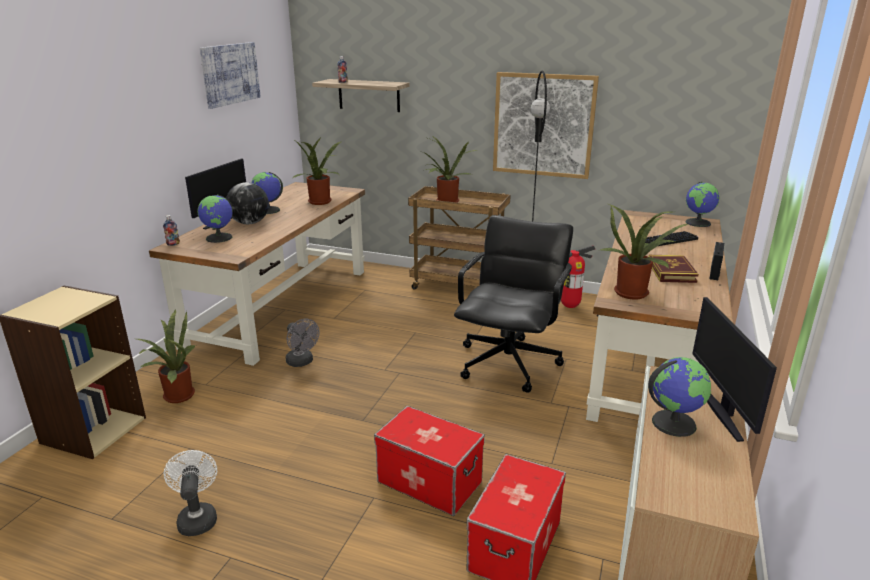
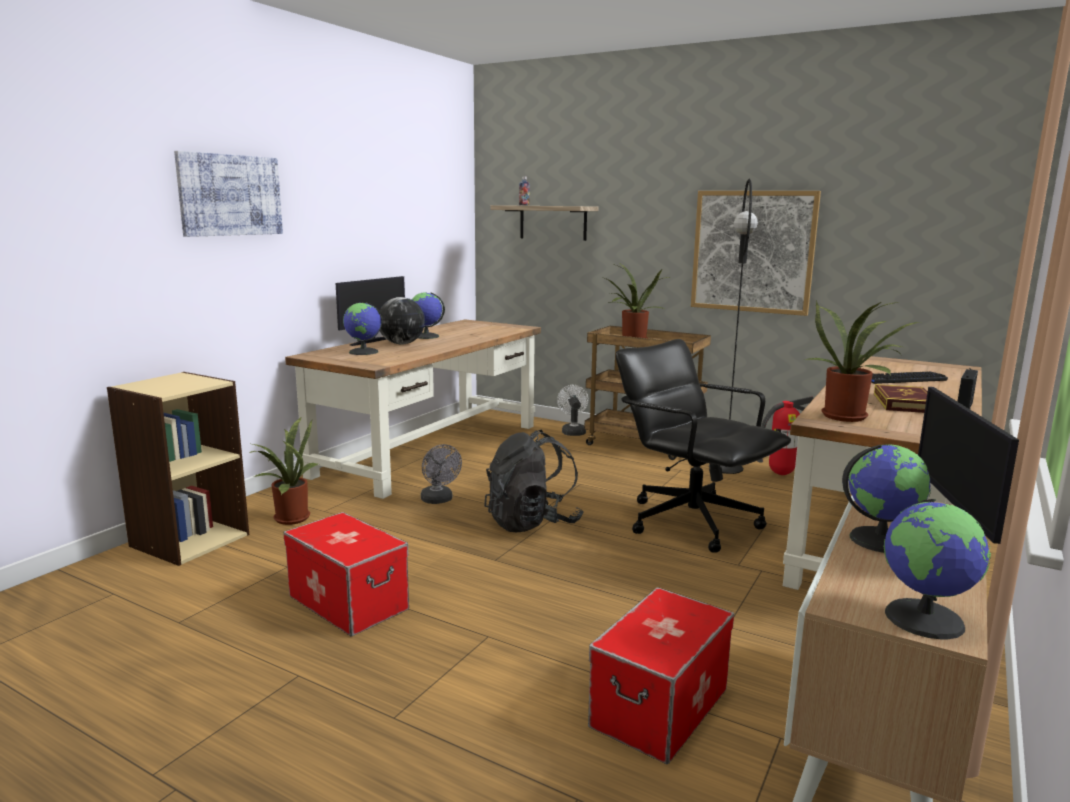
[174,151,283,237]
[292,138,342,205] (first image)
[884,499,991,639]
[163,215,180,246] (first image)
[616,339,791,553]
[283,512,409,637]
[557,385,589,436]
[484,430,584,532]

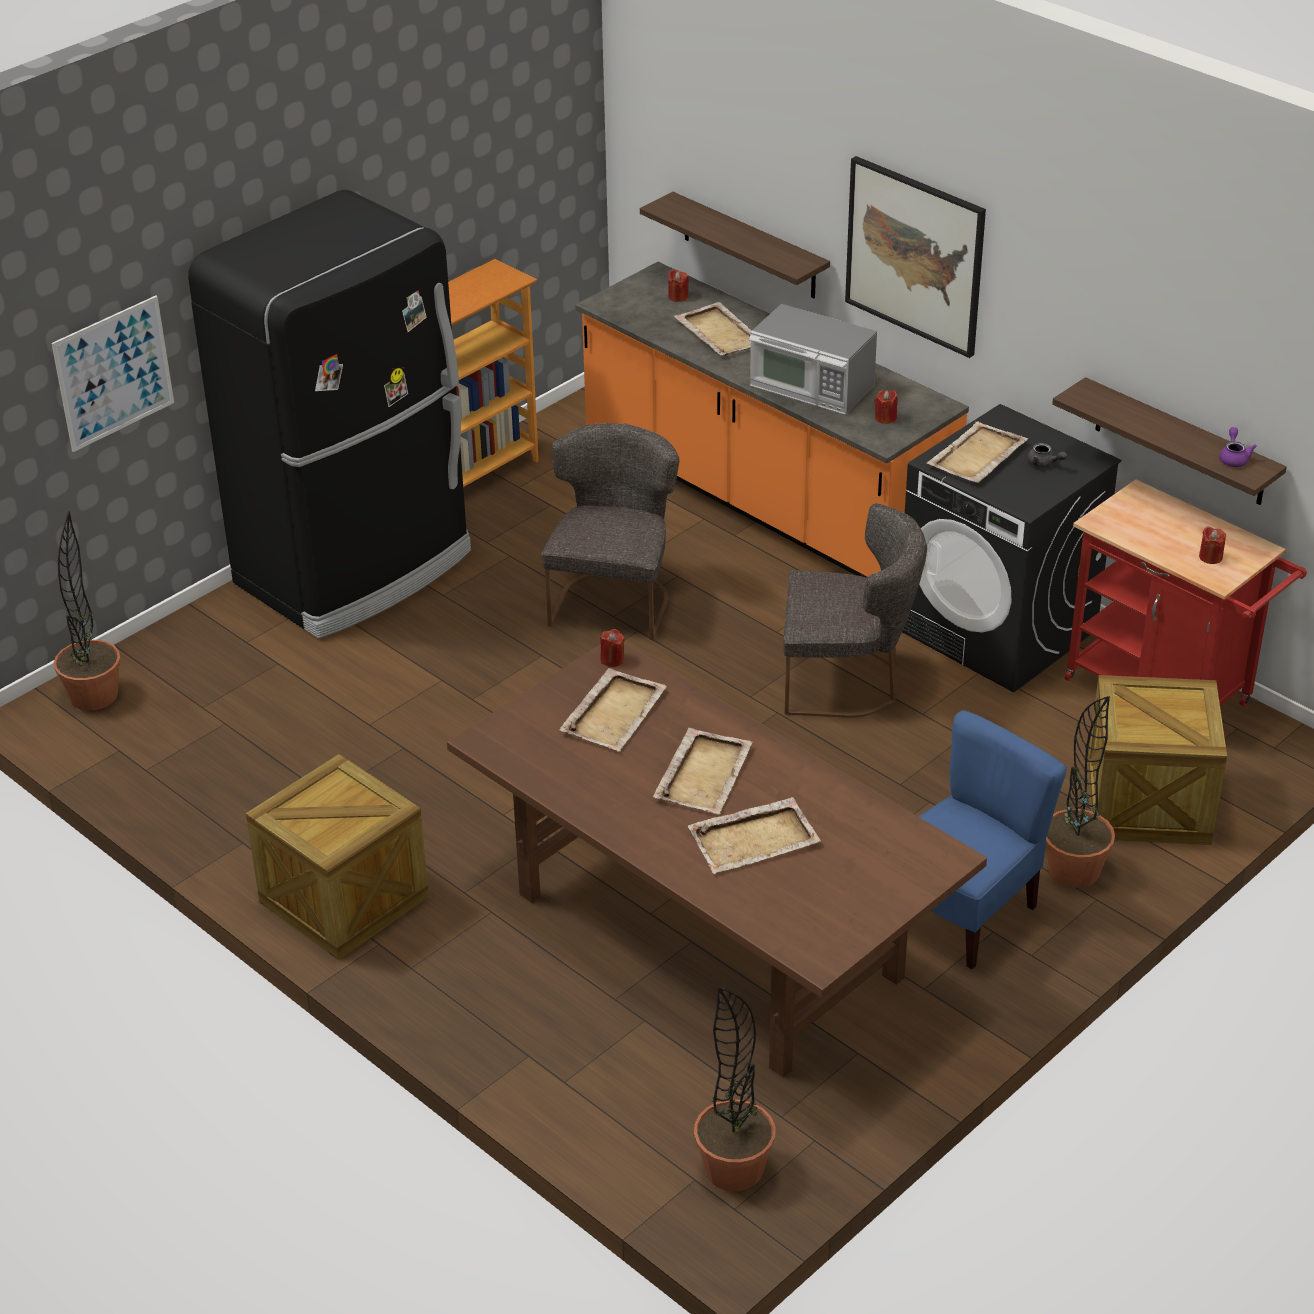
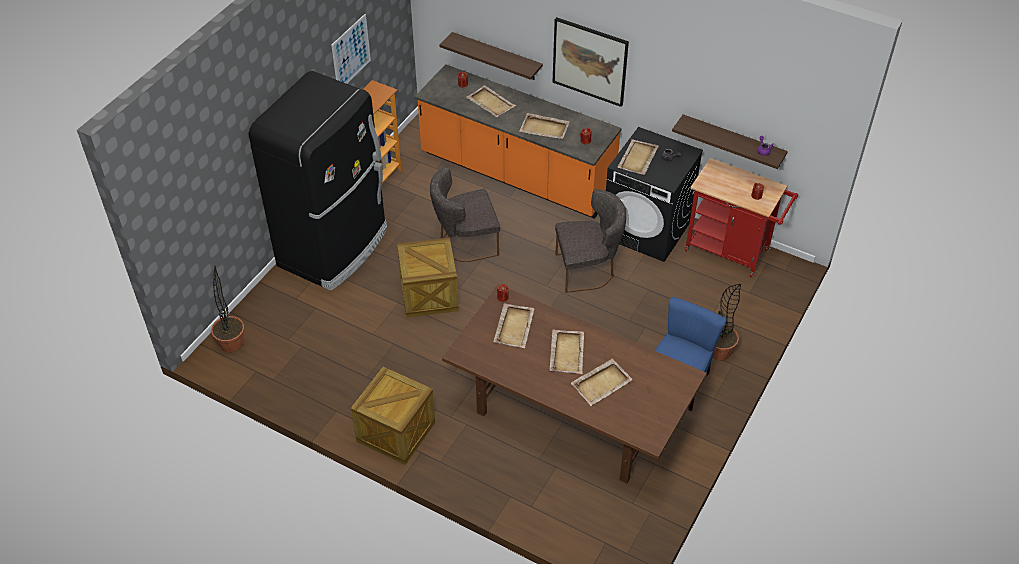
[331,14,371,84]
[519,113,570,139]
[430,166,500,262]
[397,237,458,318]
[694,987,775,1192] (first image)

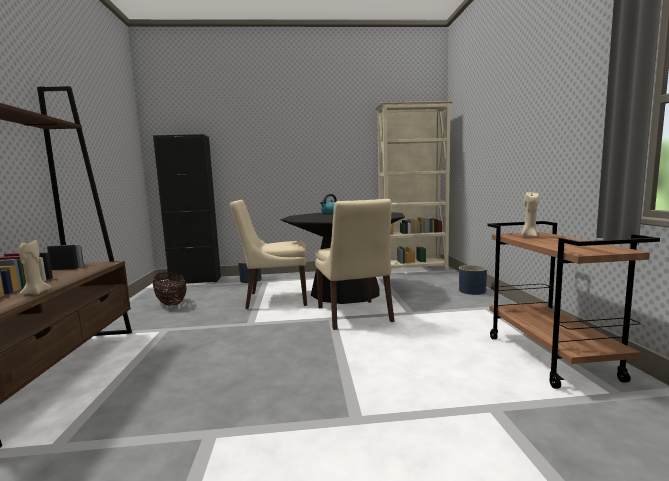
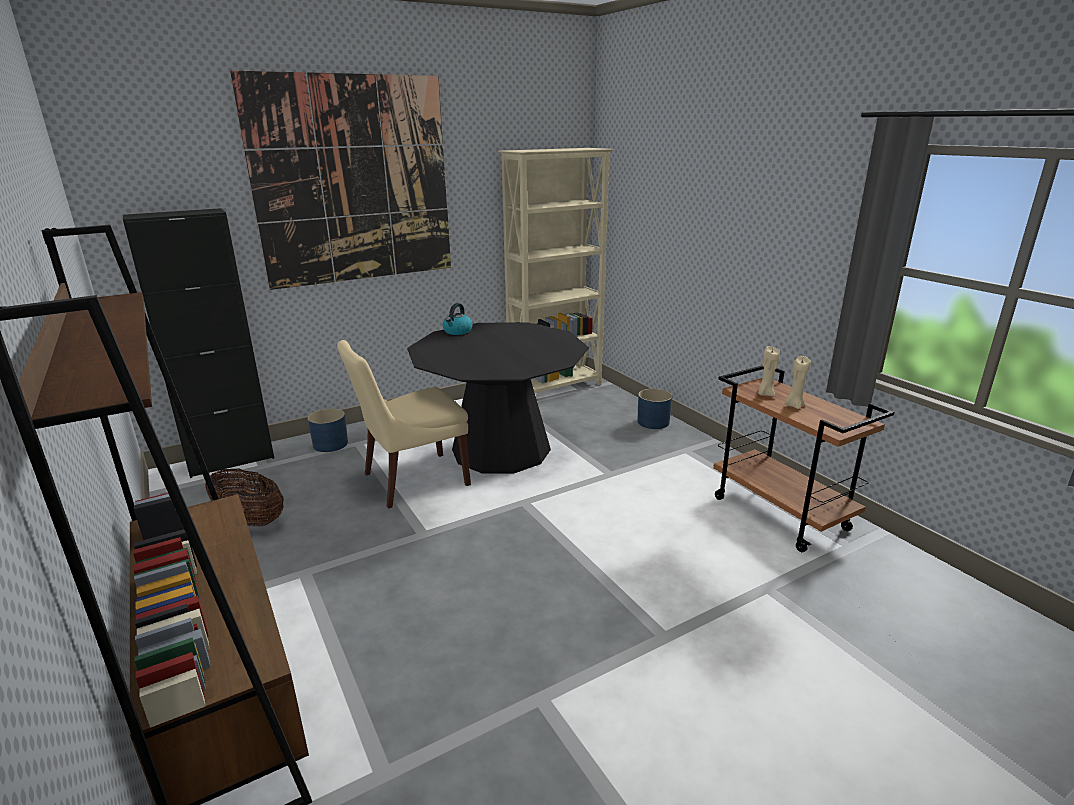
[315,199,395,330] (first image)
[785,356,811,409]
[230,71,451,290]

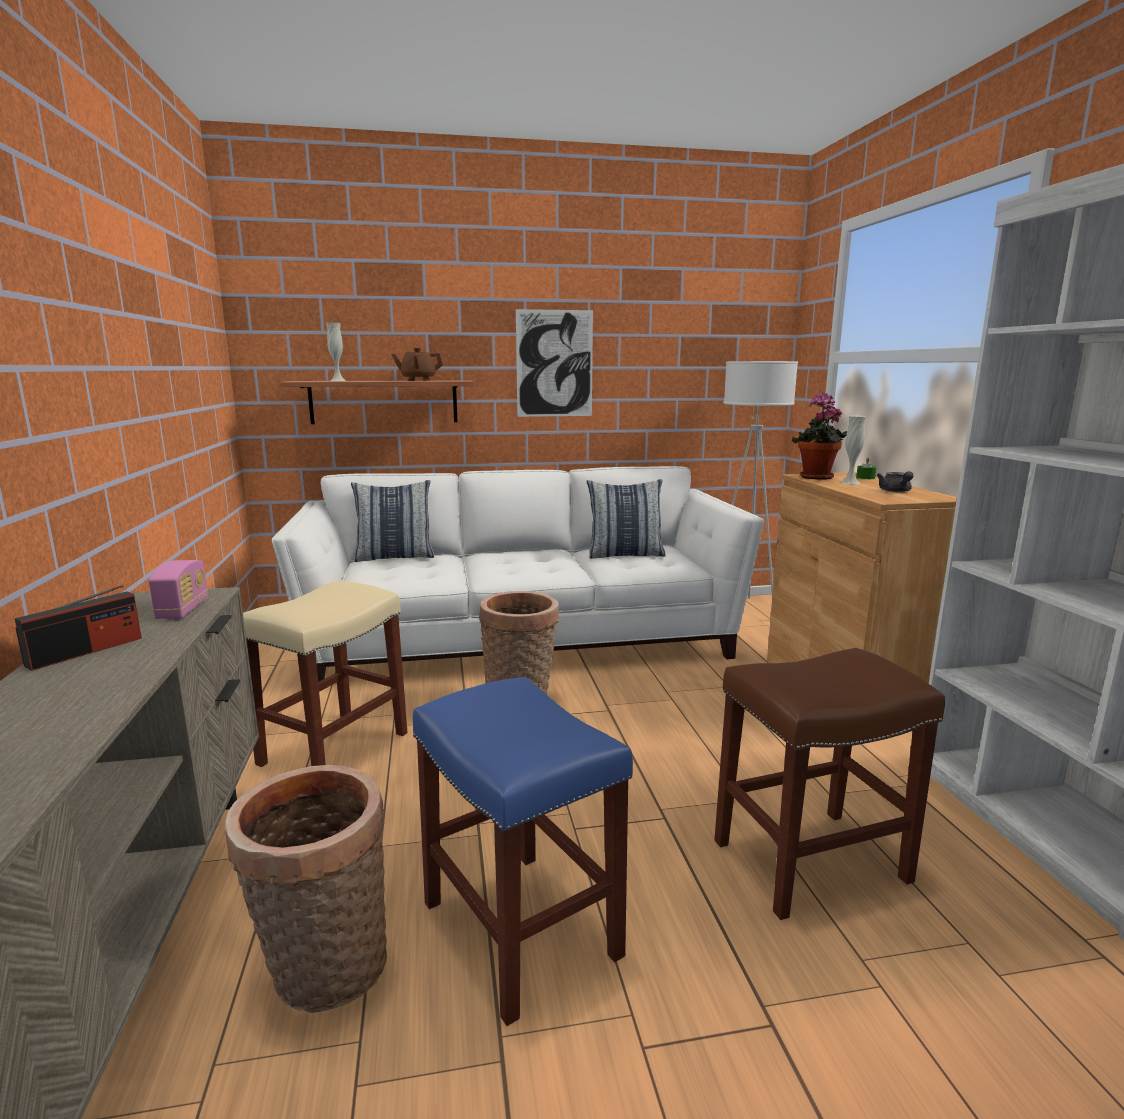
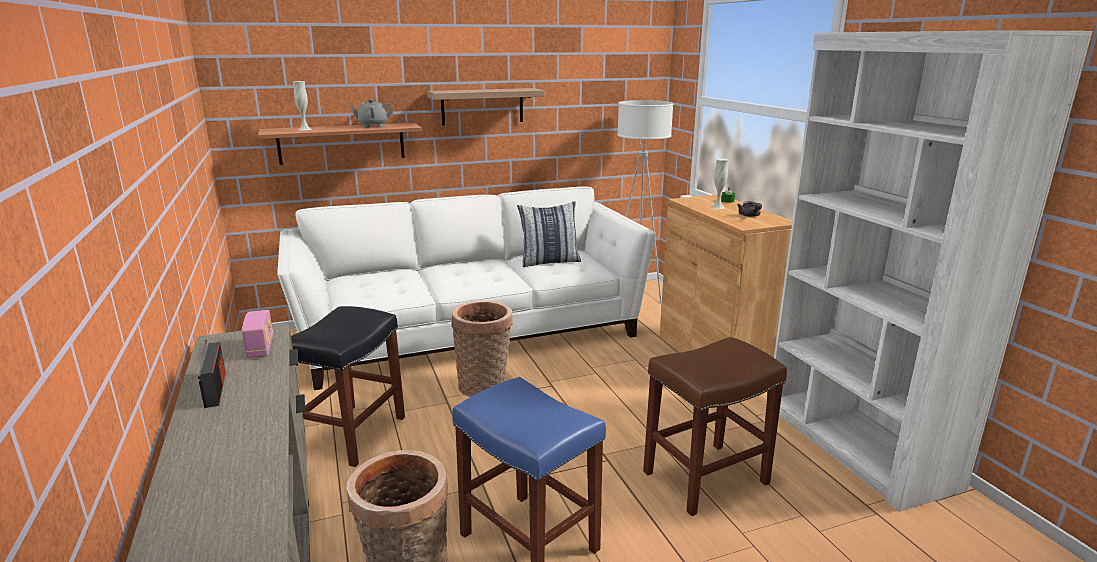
[428,88,544,125]
[349,99,393,128]
[792,393,847,480] (first image)
[351,480,434,562] (first image)
[291,306,405,467]
[198,339,226,408]

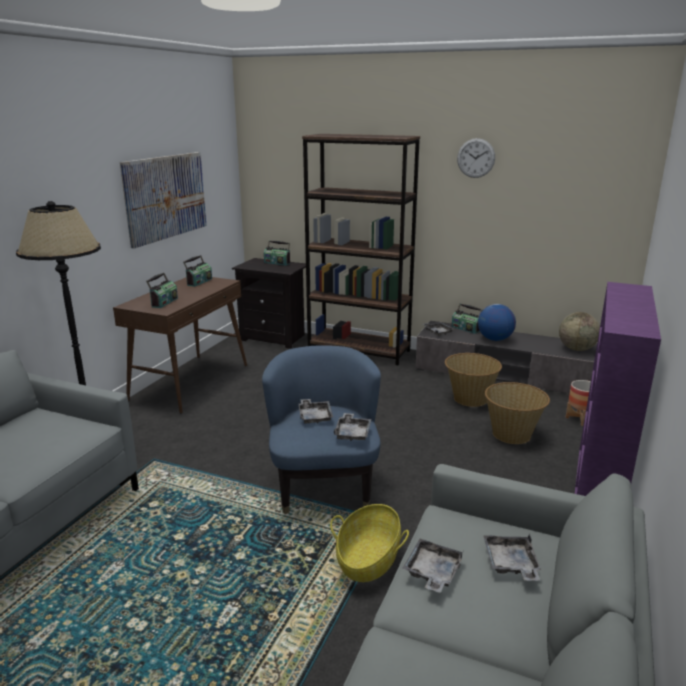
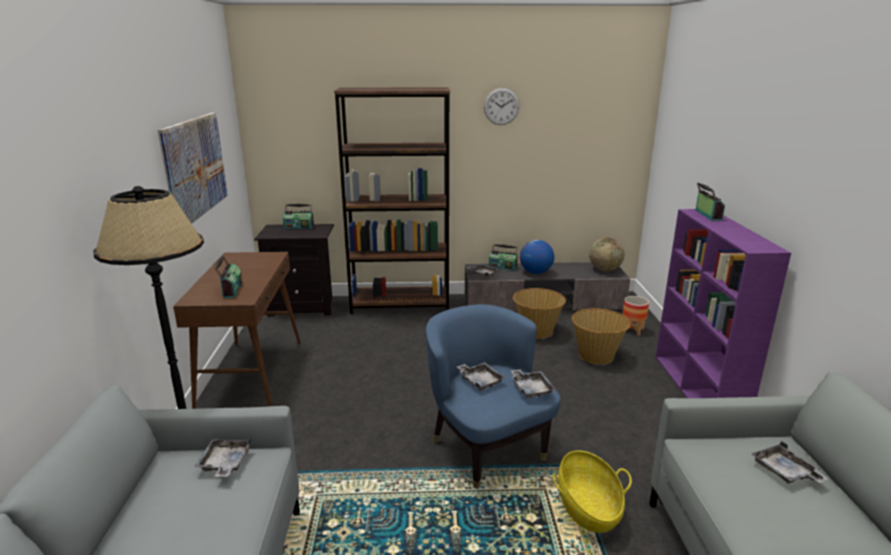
[695,182,725,220]
[194,438,251,477]

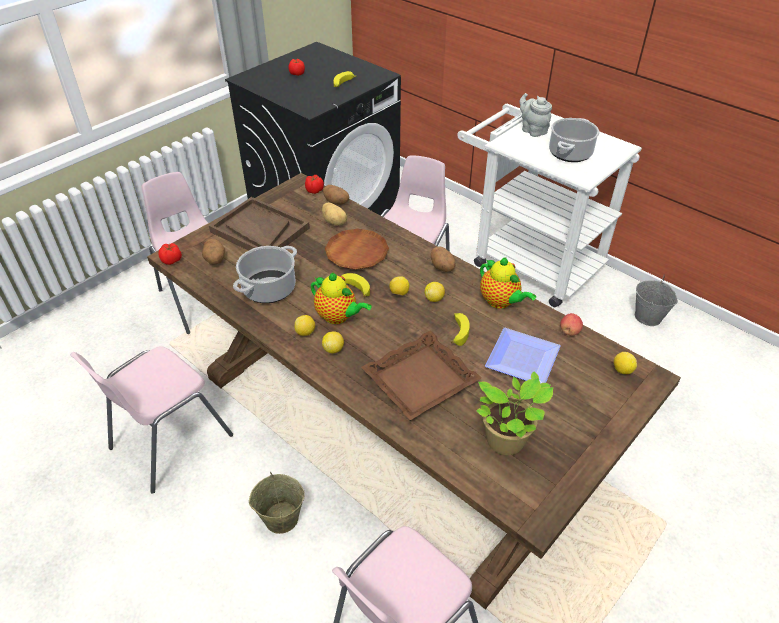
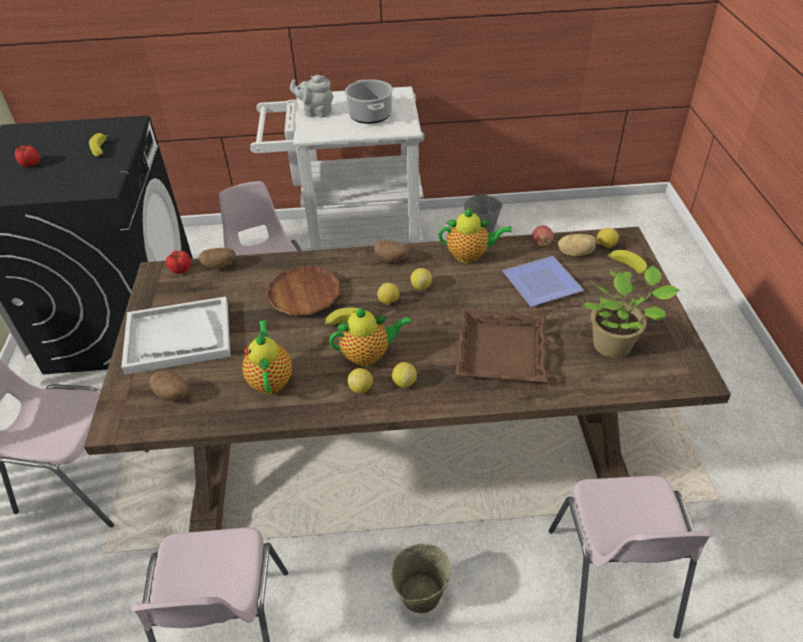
[121,297,230,375]
[558,234,596,257]
[158,243,182,265] (first image)
[242,320,292,394]
[608,250,647,276]

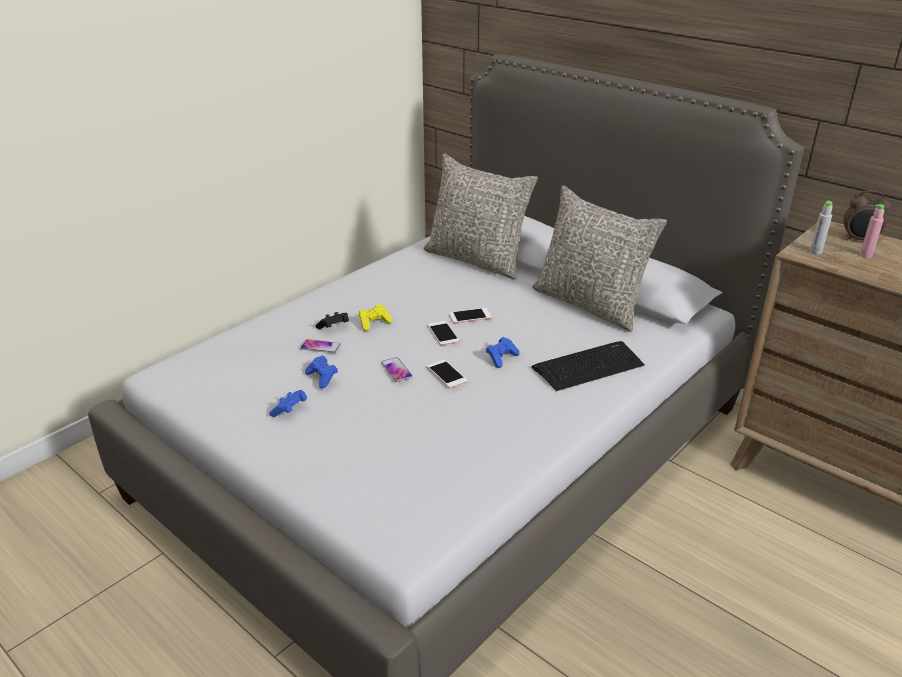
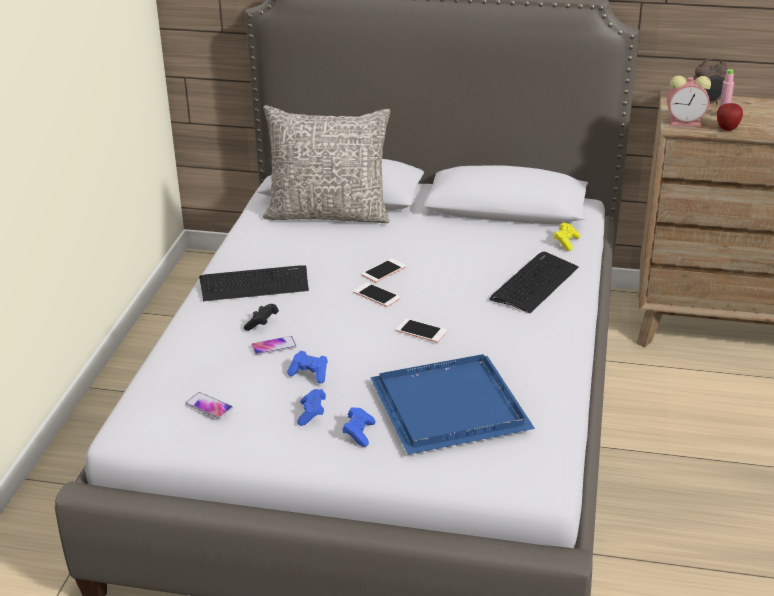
[532,185,667,332] (first image)
[667,76,711,126]
[553,222,580,251]
[342,407,376,447]
[186,392,233,419]
[717,103,743,131]
[199,265,309,301]
[370,354,535,455]

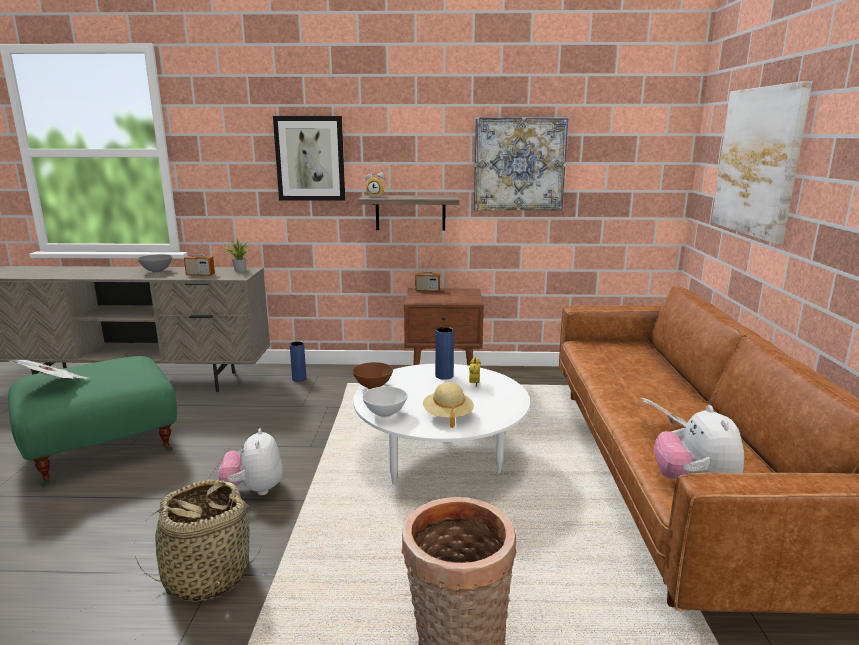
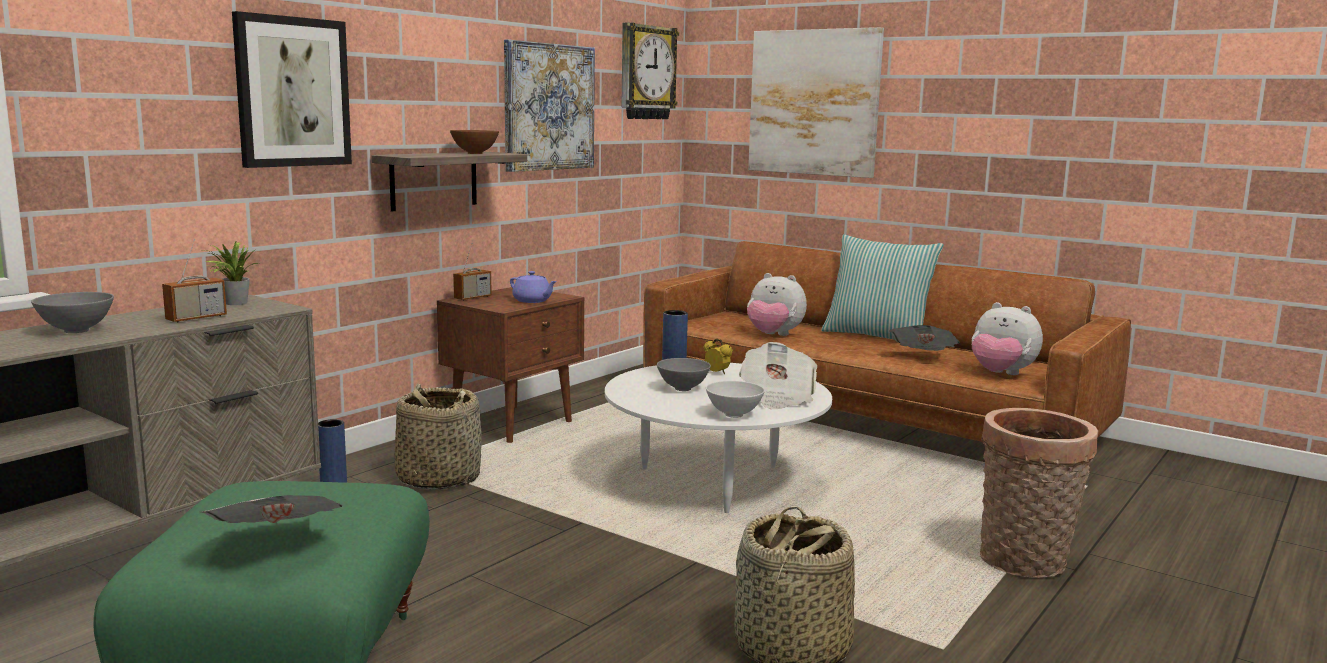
[365,166,385,197] (first image)
[450,130,499,154]
[739,342,817,409]
[747,273,807,336]
[621,22,679,119]
[821,234,944,340]
[510,271,557,303]
[657,358,711,391]
[395,384,482,490]

